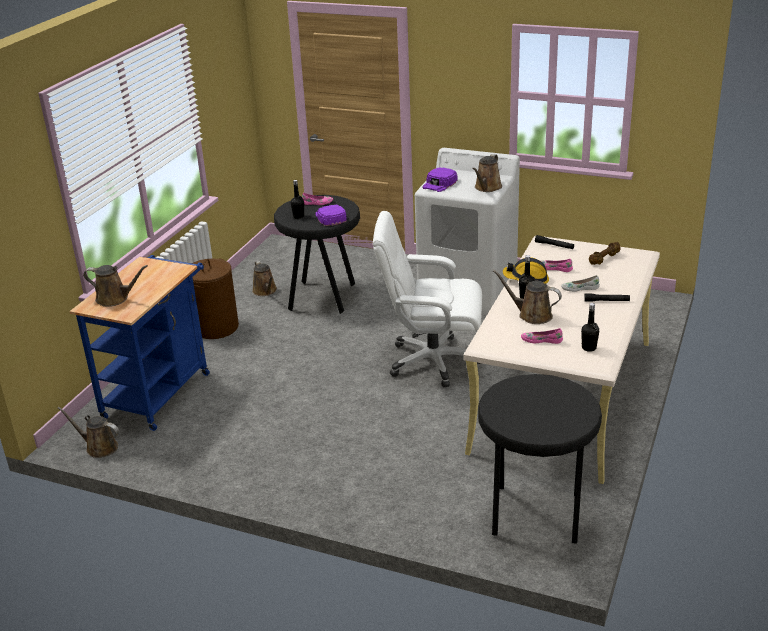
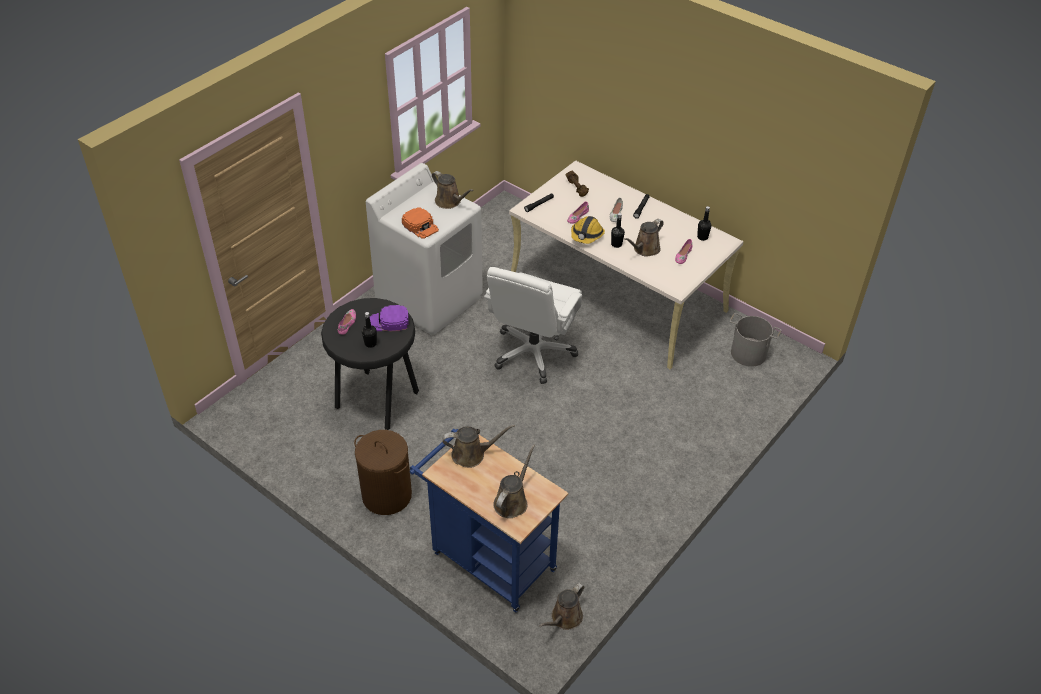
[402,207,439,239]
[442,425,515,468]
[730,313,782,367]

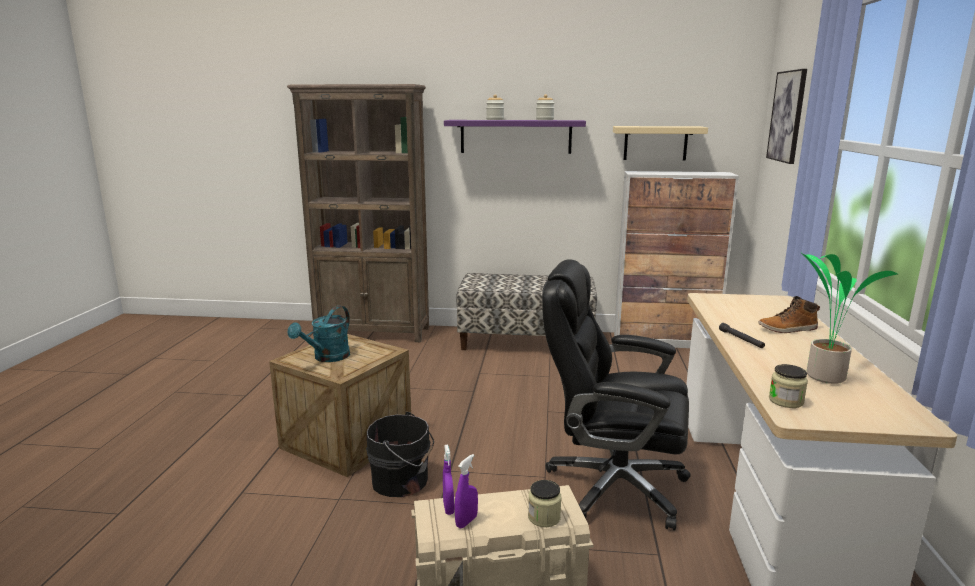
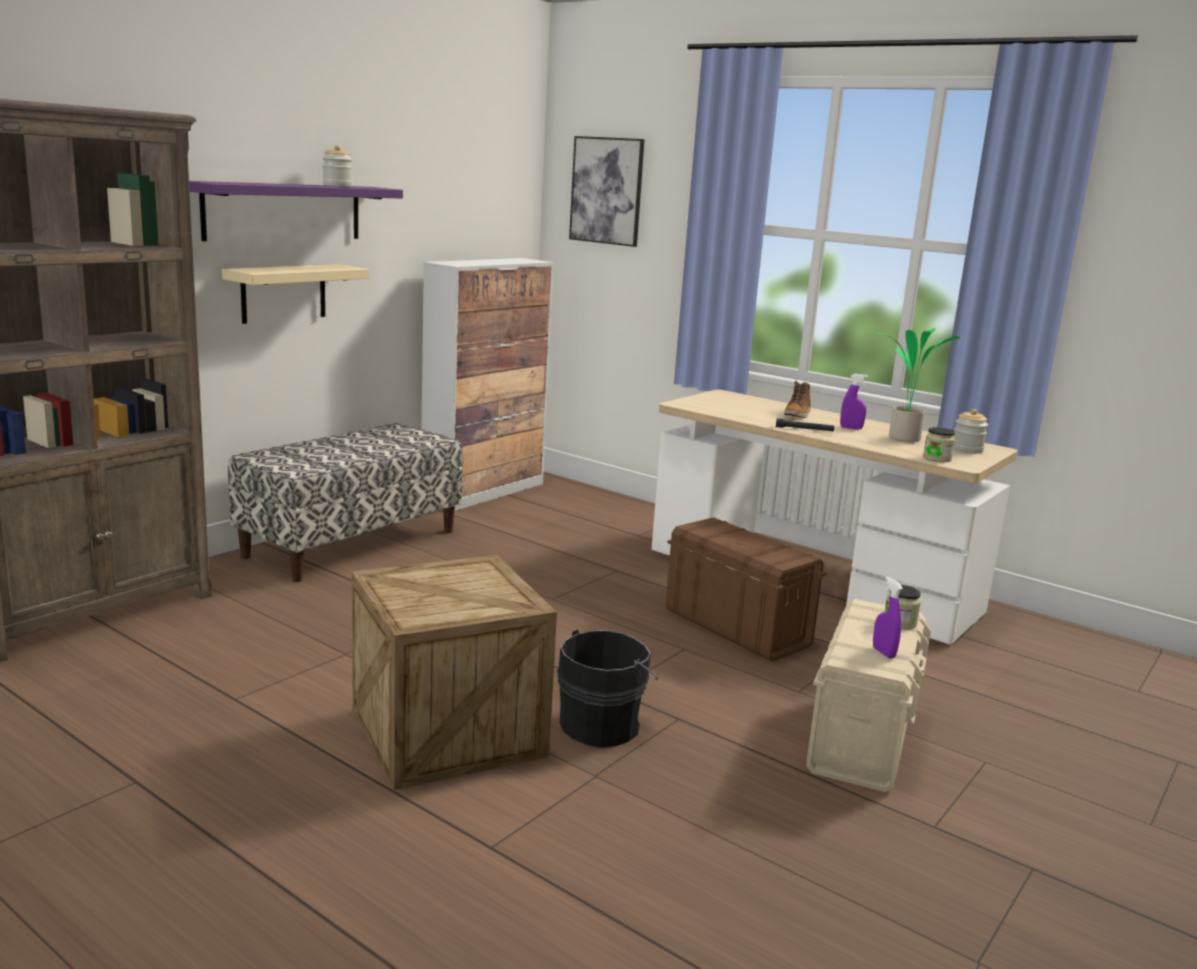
[954,409,988,454]
[222,264,369,324]
[665,517,826,662]
[288,306,350,362] (first image)
[840,374,868,430]

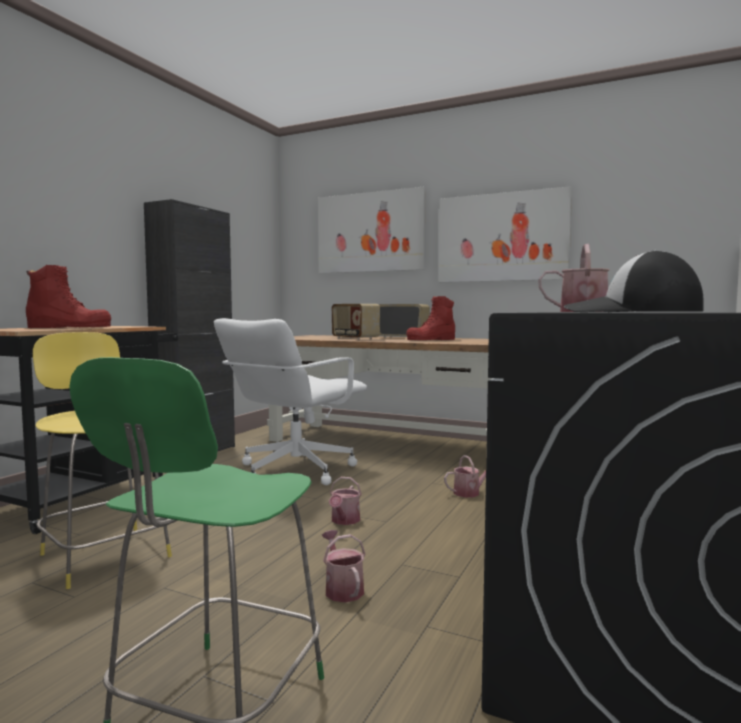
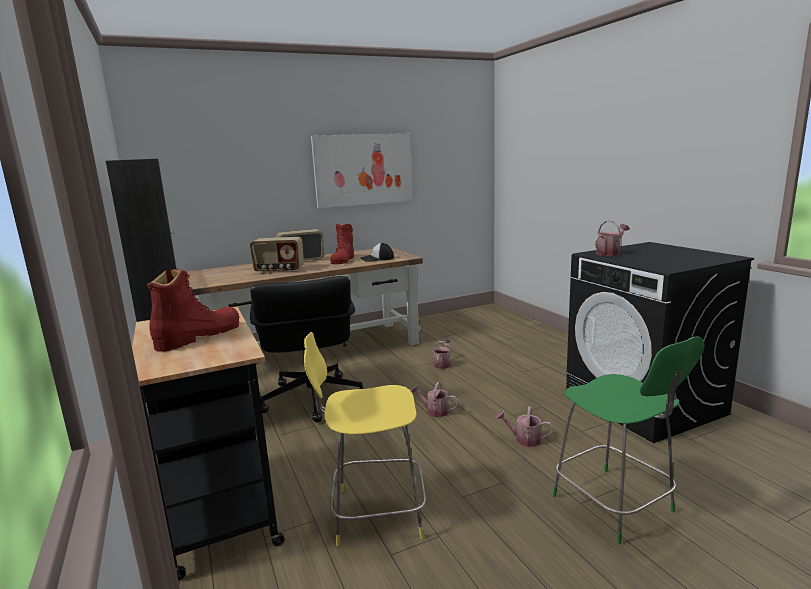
[318,187,425,273] (first image)
[361,243,394,262]
[250,276,364,422]
[411,382,458,417]

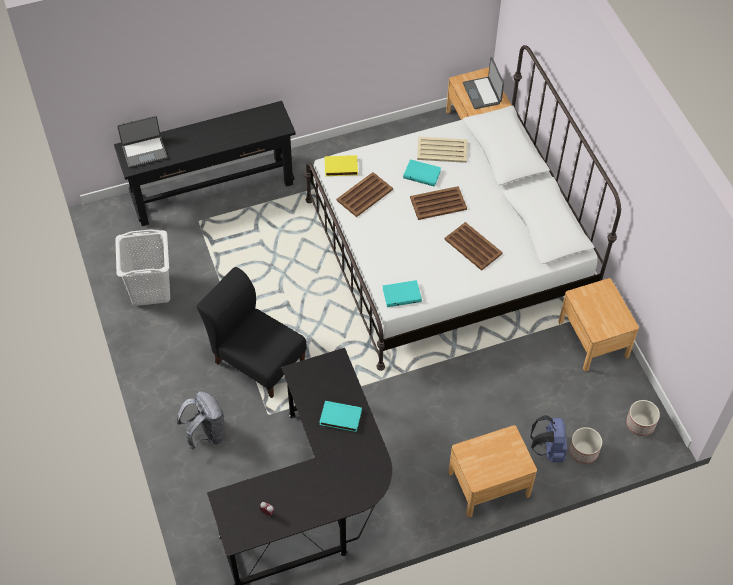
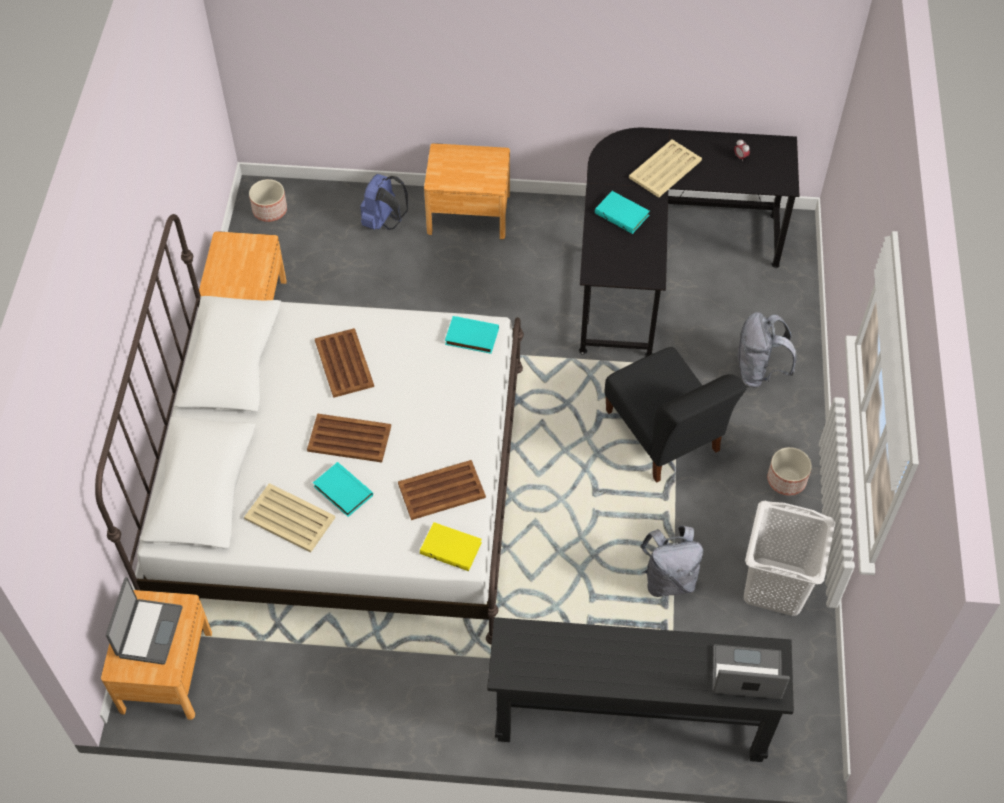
[767,447,812,496]
[629,139,702,198]
[640,525,703,597]

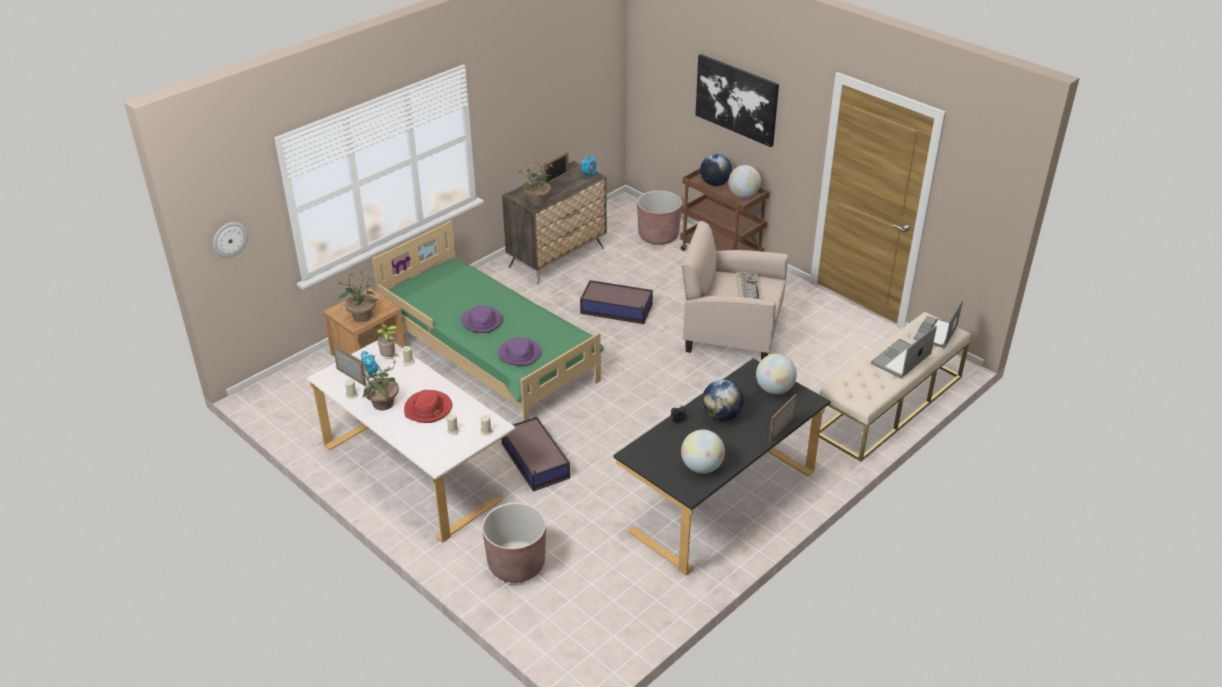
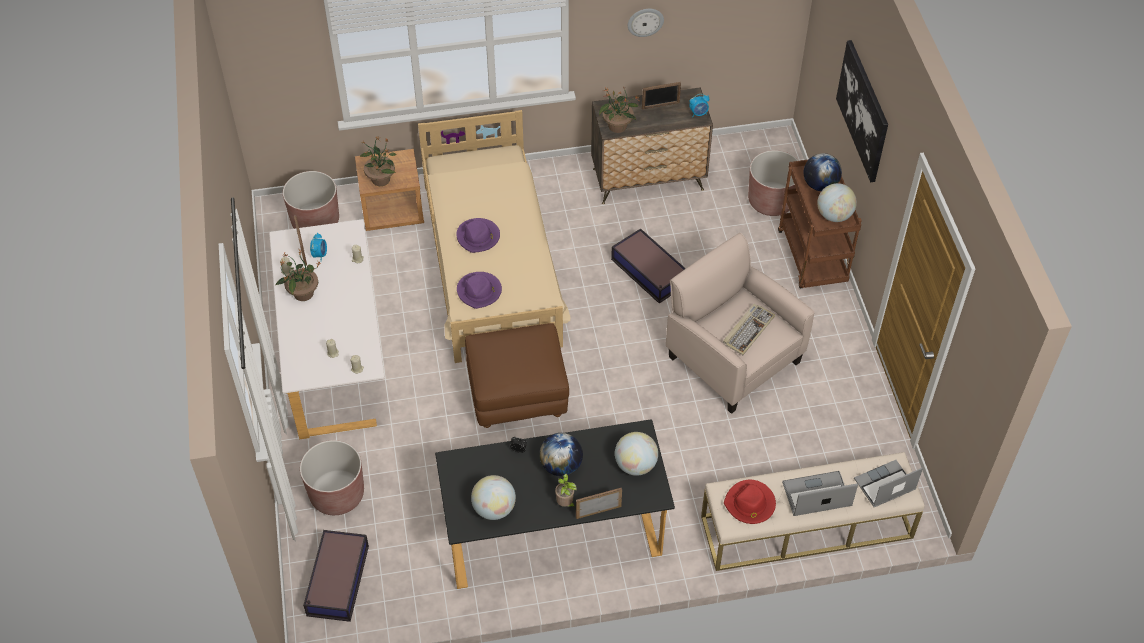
[418,110,570,363]
[628,9,664,37]
[555,473,577,507]
[724,480,776,524]
[303,530,369,622]
[283,171,339,229]
[465,323,569,428]

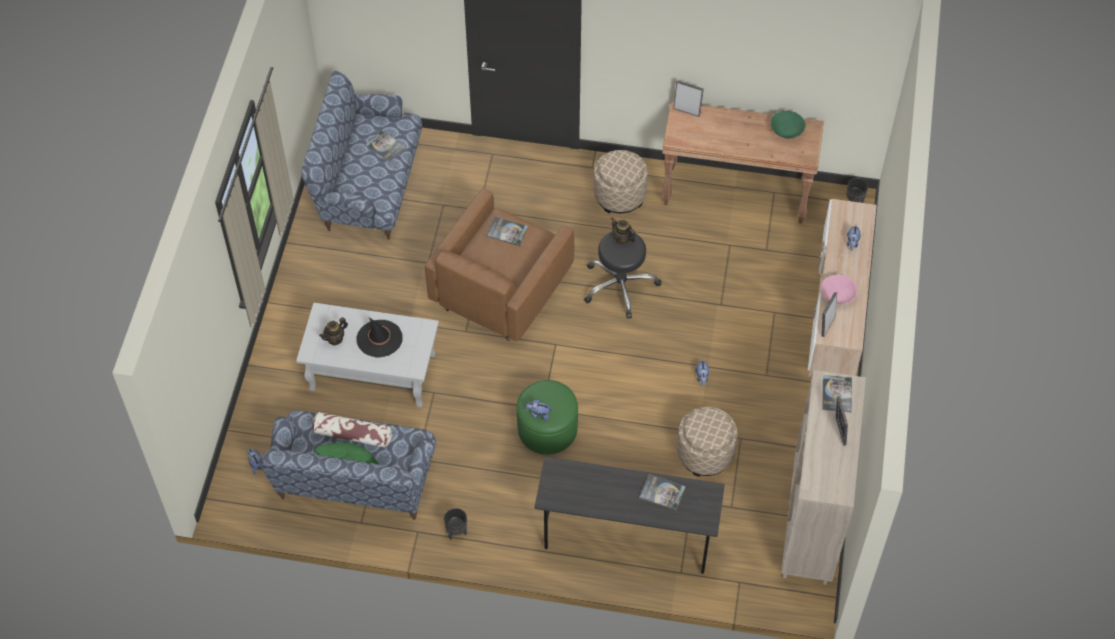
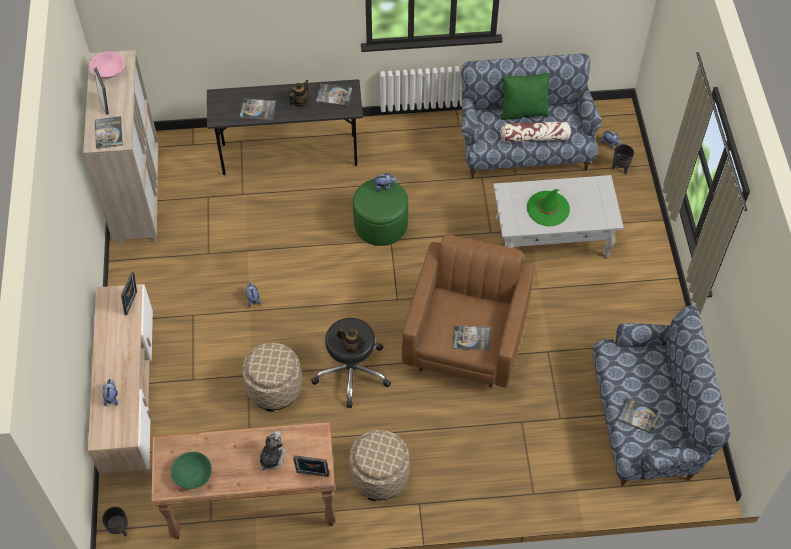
[90,51,125,78]
[290,80,309,107]
[527,189,570,226]
[242,343,302,412]
[612,144,634,174]
[316,84,352,107]
[259,431,286,471]

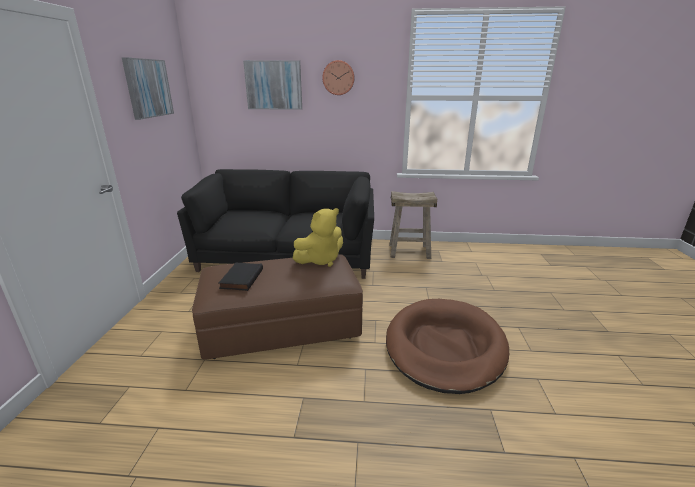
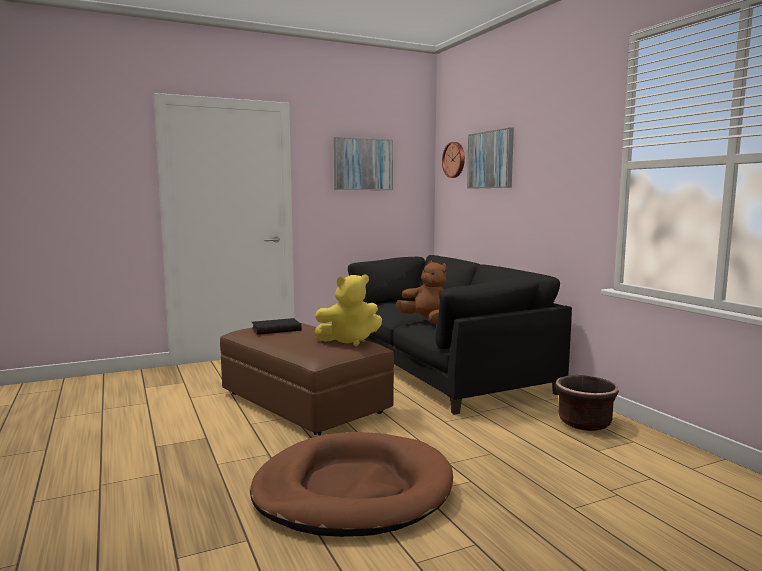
[442,142,465,178]
[555,375,619,431]
[314,274,382,346]
[396,261,446,324]

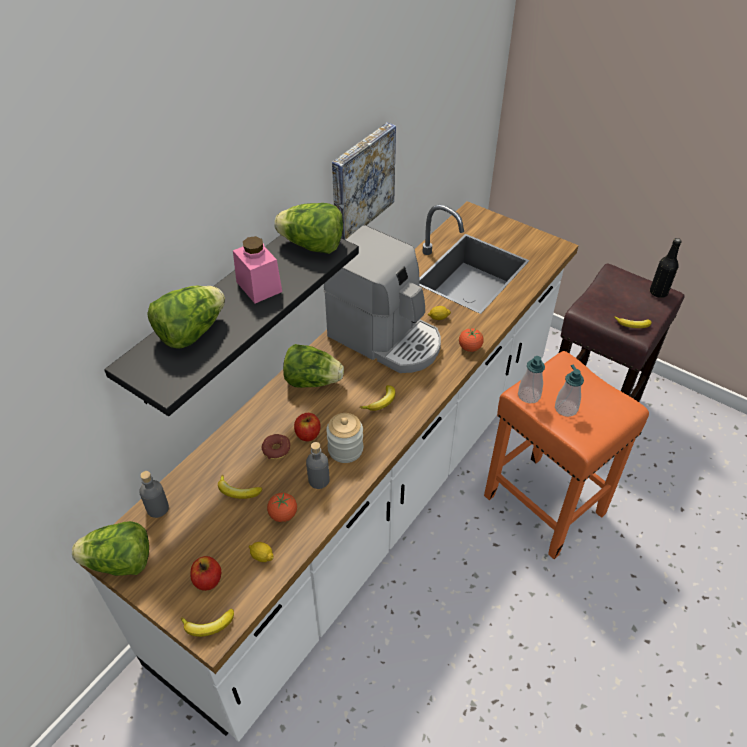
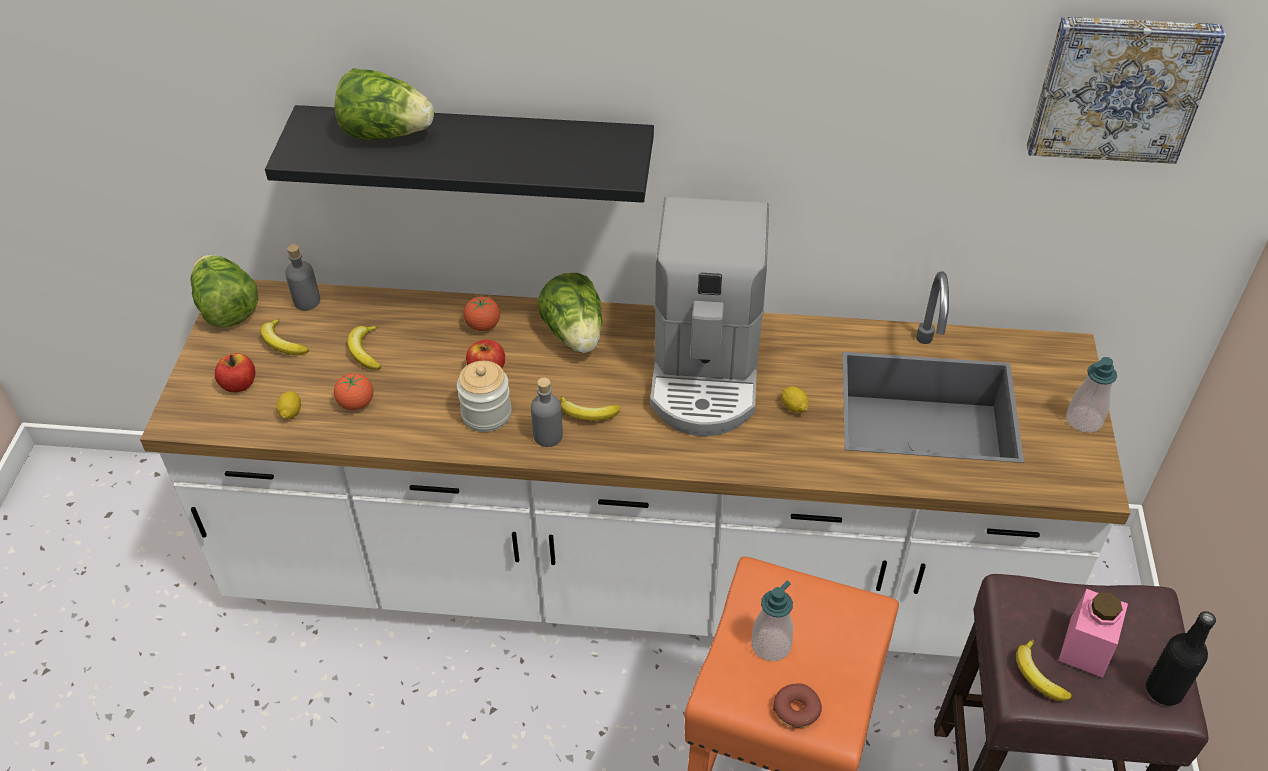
[1027,16,1226,164]
[274,203,343,254] (first image)
[1059,589,1128,677]
[463,296,500,331]
[1066,357,1117,433]
[773,683,822,728]
[531,378,563,447]
[261,318,309,355]

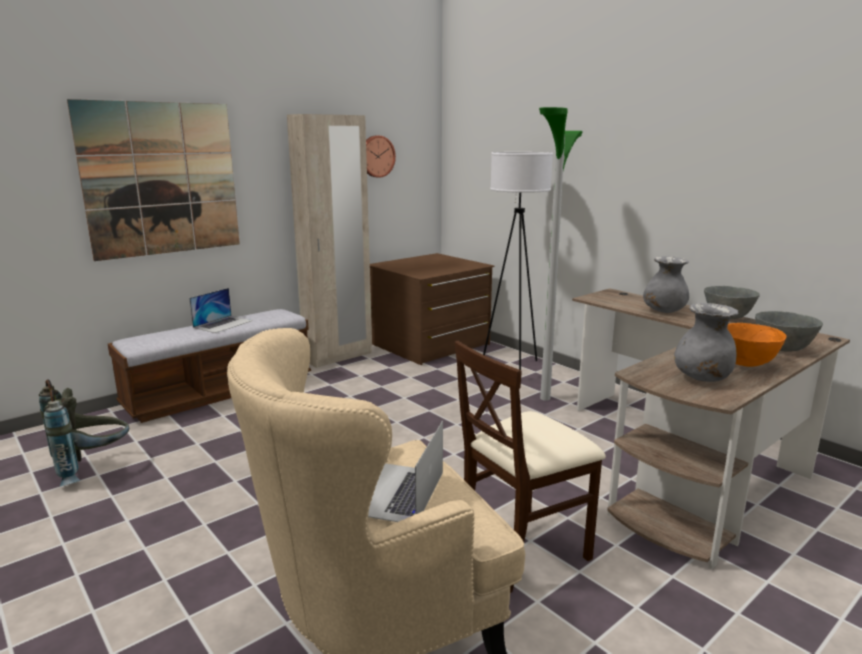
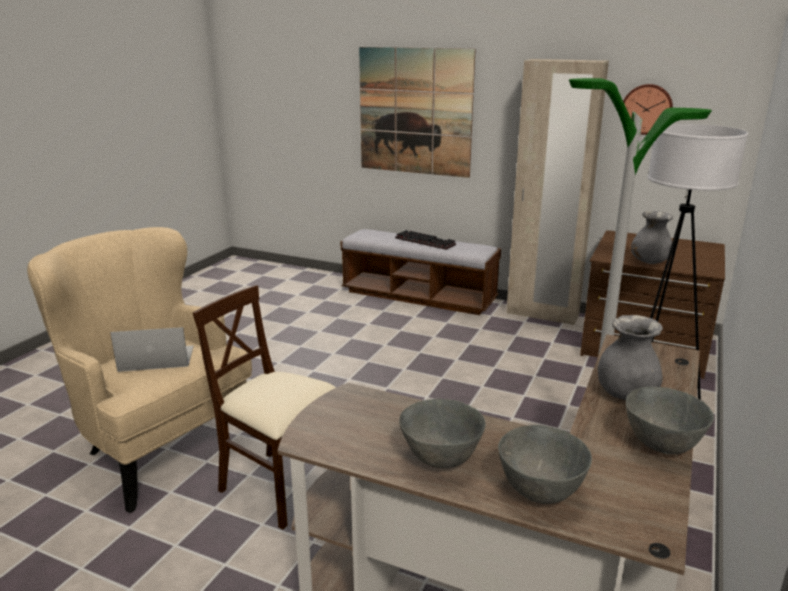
[395,230,456,250]
[631,211,673,264]
[399,399,486,468]
[39,379,129,486] (first image)

